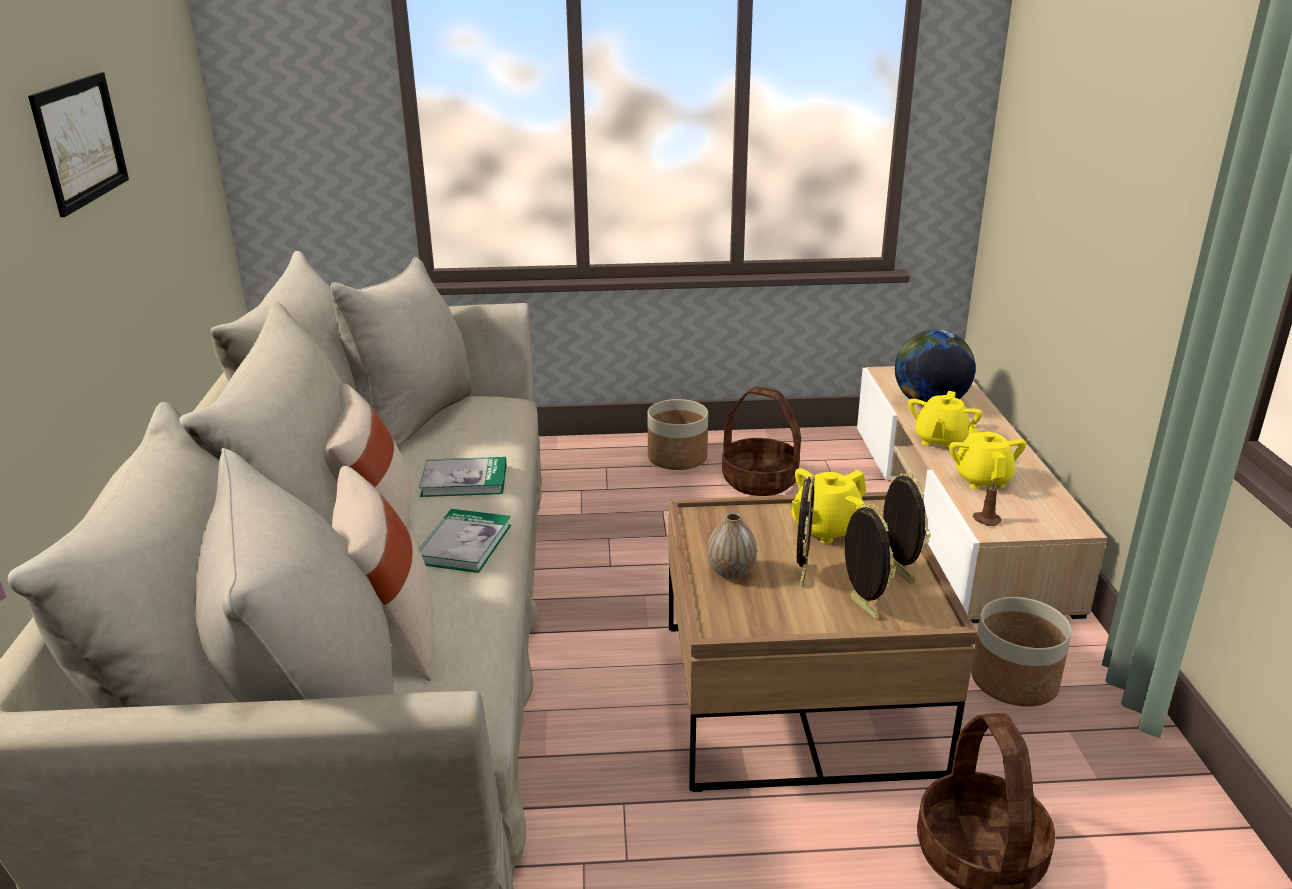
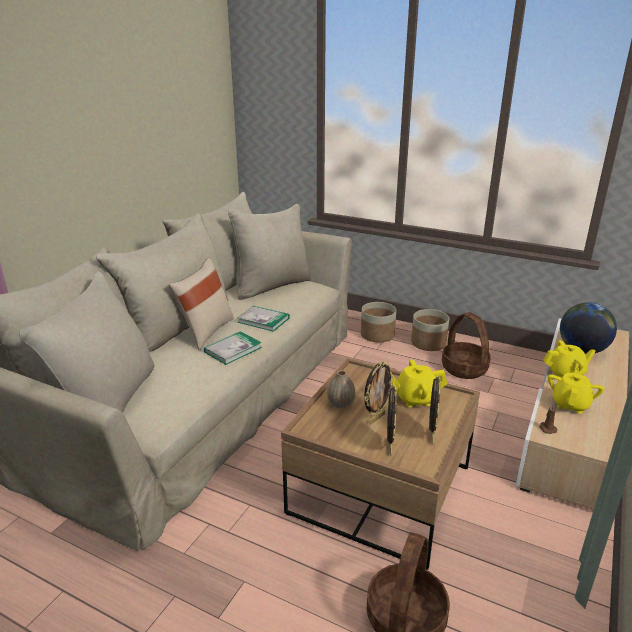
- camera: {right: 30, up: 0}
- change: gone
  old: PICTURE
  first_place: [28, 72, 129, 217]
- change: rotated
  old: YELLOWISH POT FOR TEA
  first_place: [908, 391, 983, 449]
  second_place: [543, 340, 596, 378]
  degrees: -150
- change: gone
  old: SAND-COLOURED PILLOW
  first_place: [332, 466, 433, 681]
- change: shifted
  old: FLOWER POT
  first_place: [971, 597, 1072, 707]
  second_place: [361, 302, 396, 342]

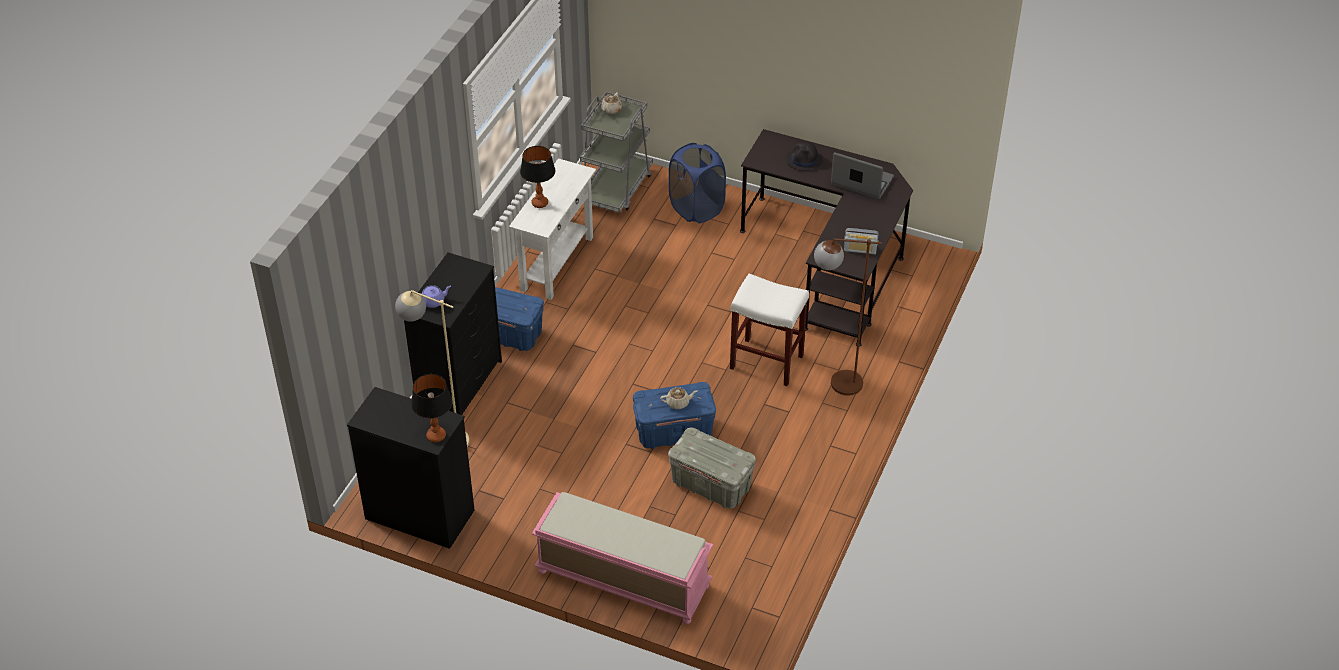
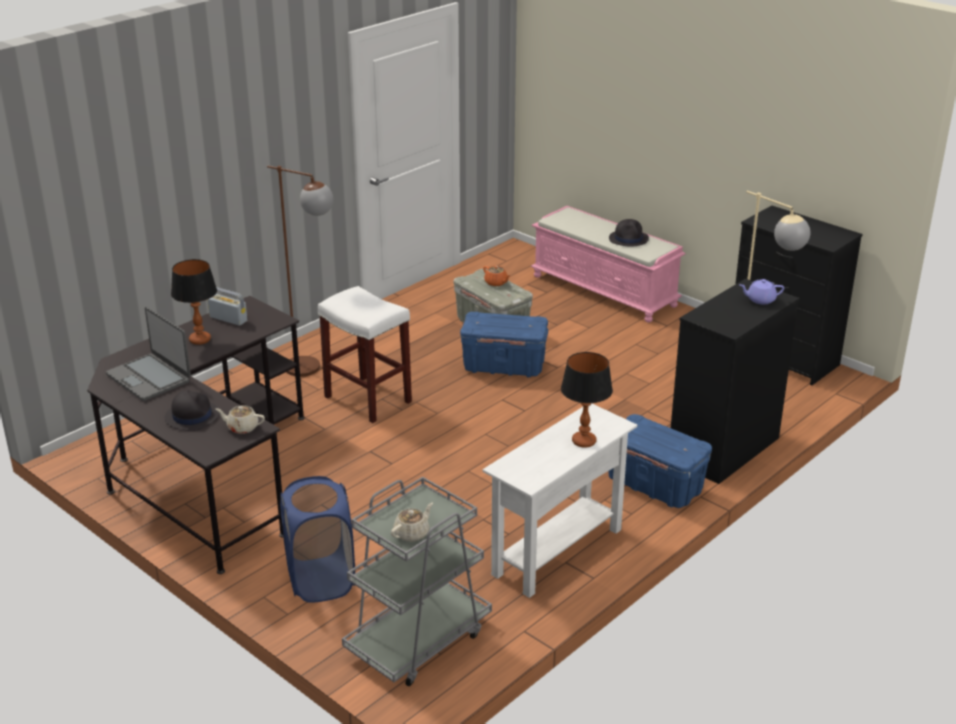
- camera: {right: -160, up: -15}
- change: shifted
  old: TABLETOP LAMP
  first_place: [411, 374, 453, 443]
  second_place: [171, 259, 217, 345]
- change: shifted
  old: SAND-COLOURED POT FOR TEA
  first_place: [660, 387, 697, 409]
  second_place: [216, 405, 265, 434]
- change: new
  new: BLACK-COLOURED CLOTHING HAT
  second_place: [609, 219, 649, 247]
- change: new
  new: ORANGE POT FOR TEA
  second_place: [483, 266, 510, 286]

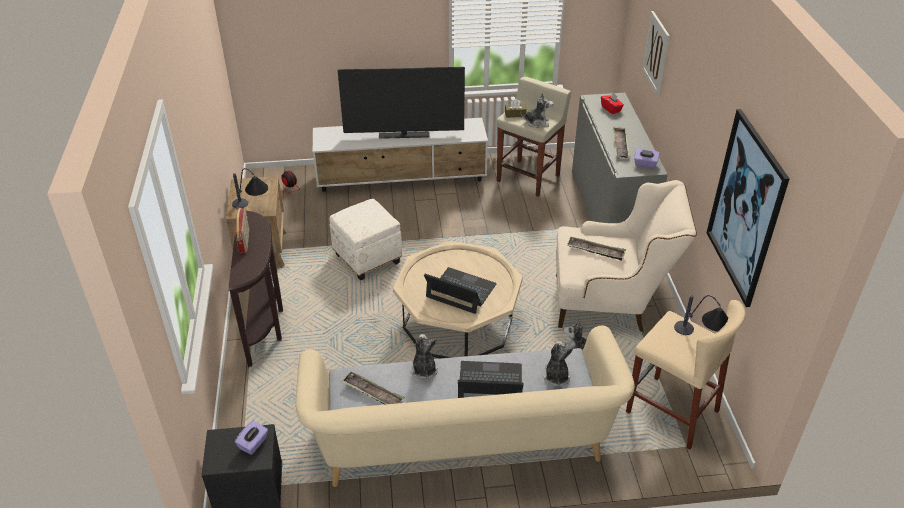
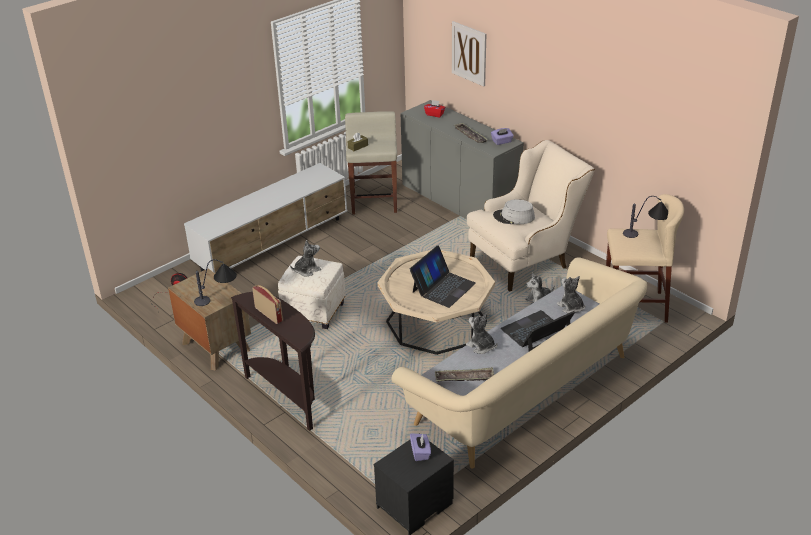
- camera: {right: -35, up: -5}
- change: gone
  old: TV SET
  first_place: [338, 67, 465, 139]
- change: shifted
  old: SOFT TOY
  first_place: [520, 93, 553, 128]
  second_place: [290, 240, 321, 277]
- change: gone
  old: PICTURE
  first_place: [707, 109, 789, 307]
- change: swapped
  old: SERVING TRAY
  new: GREY CLOTHING HAT
  first_place: [567, 236, 626, 261]
  second_place: [493, 199, 535, 224]
- change: rotated
  old: PORTABLE COMPUTER
  first_place: [424, 267, 497, 314]
  second_place: [410, 245, 476, 308]
  degrees: 135

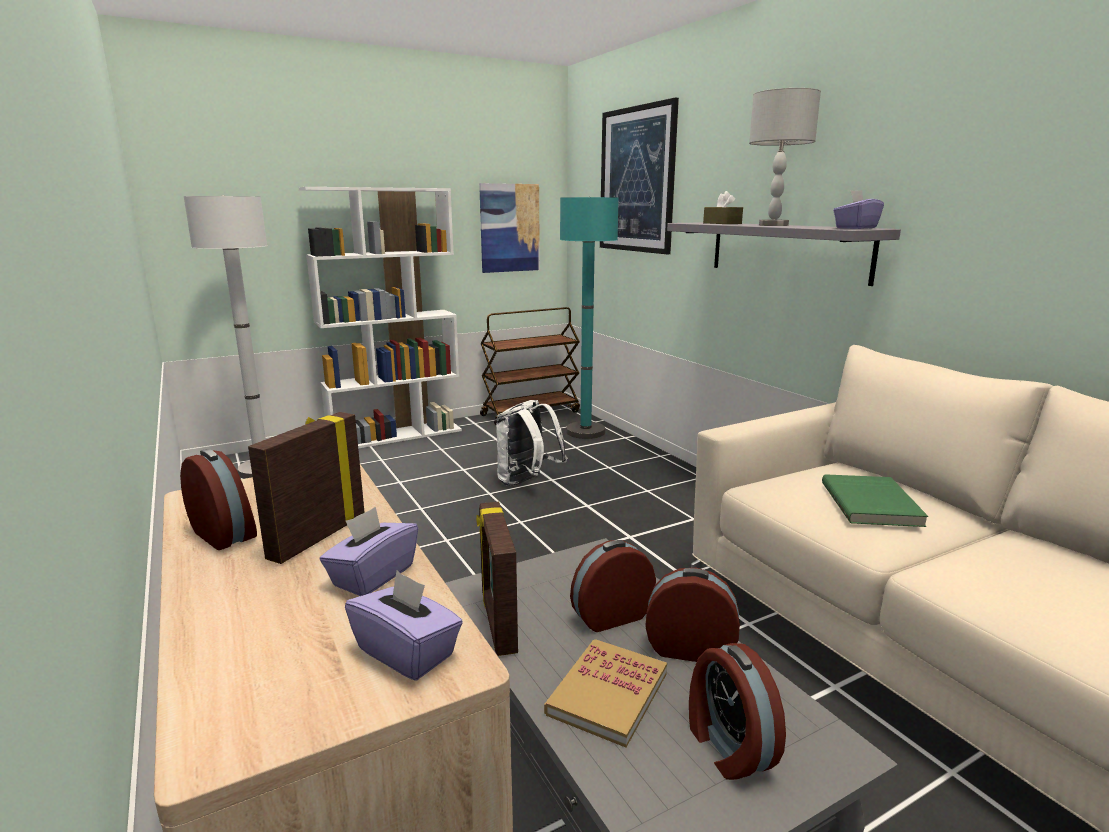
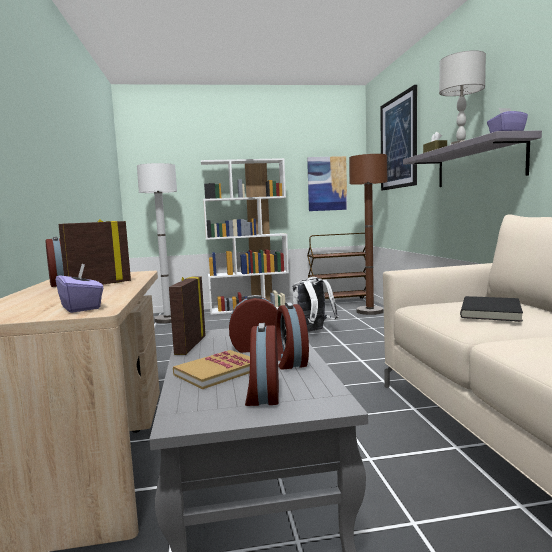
- camera: {right: 20, up: -10}
- change: repainted
  old: TURQUOISE-COLOURED STANDING LAMP
  new: BROWN STANDING LAMP
  first_place: [560, 197, 619, 439]
  second_place: [349, 154, 387, 315]
- change: repainted
  old: GREEN-COLOURED BOUND BOOK
  new: BLACK-COLOURED BOUND BOOK
  first_place: [822, 474, 928, 527]
  second_place: [460, 296, 523, 322]
- change: gone
  old: PURPLISH TISSUE HOLDER
  first_place: [319, 507, 418, 596]
- change: rotated
  old: ALARM CLOCK
  first_place: [645, 568, 740, 662]
  second_place: [275, 302, 309, 370]
  degrees: -135

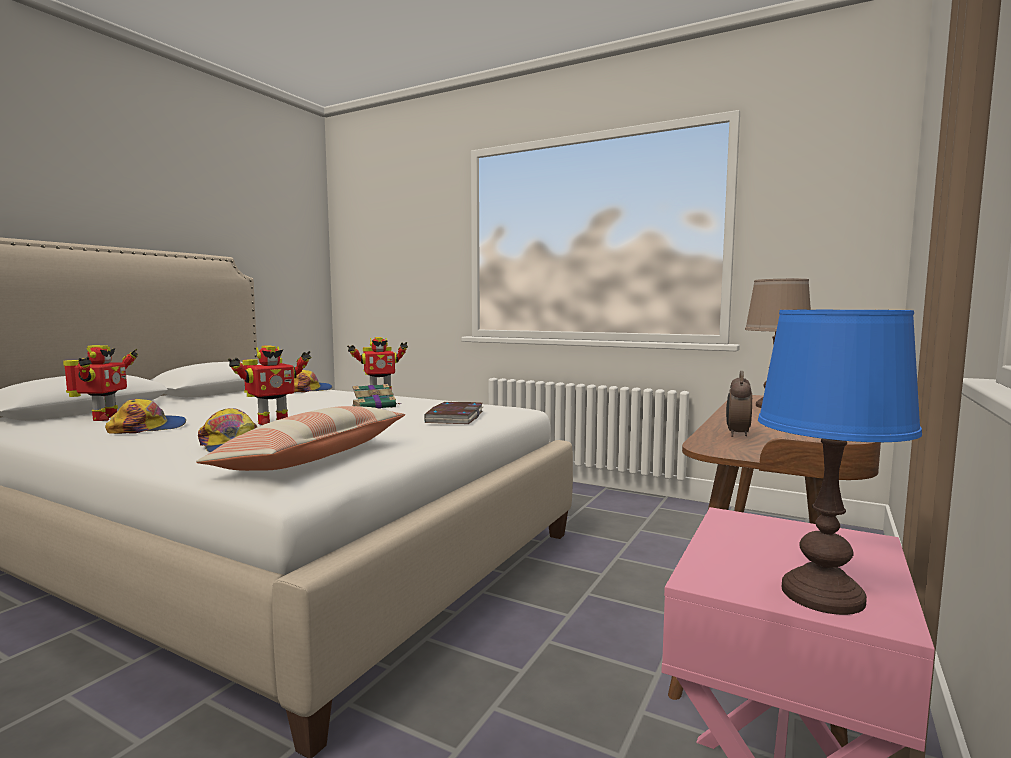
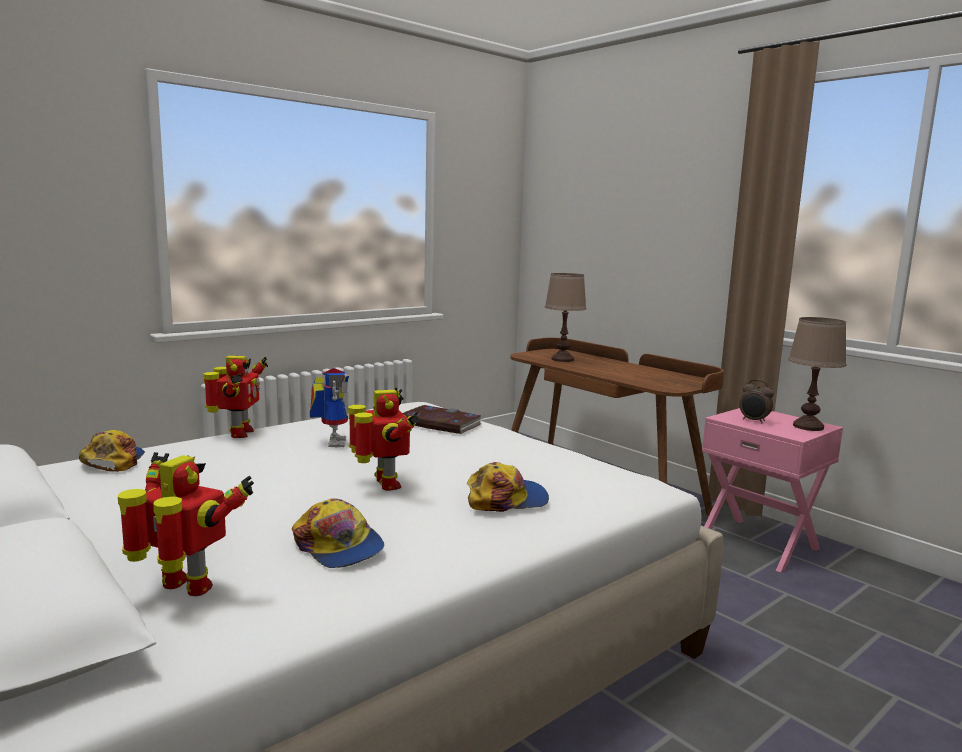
- camera: {right: -70, up: 5}
- change: repainted
  old: BLUISH TABLETOP LAMP
  new: BROWN TABLETOP LAMP
  first_place: [758, 310, 922, 615]
  second_place: [788, 317, 846, 431]
- change: shifted
  old: ALARM CLOCK
  first_place: [726, 371, 752, 437]
  second_place: [739, 379, 774, 424]
- change: swapped
  old: BOUND BOOK
  new: ROBOT FIGURE
  first_place: [352, 384, 399, 409]
  second_place: [310, 368, 349, 448]
- change: rotated
  old: PEAKED CAP
  first_place: [105, 399, 186, 434]
  second_place: [292, 498, 384, 568]
  degrees: 150
- change: gone
  old: PILLOW
  first_place: [196, 406, 405, 471]

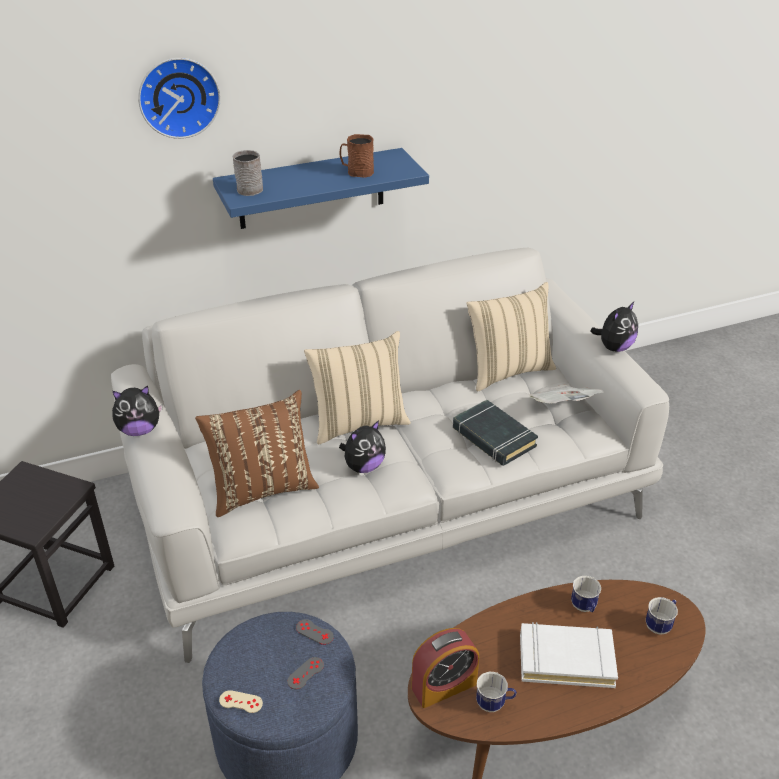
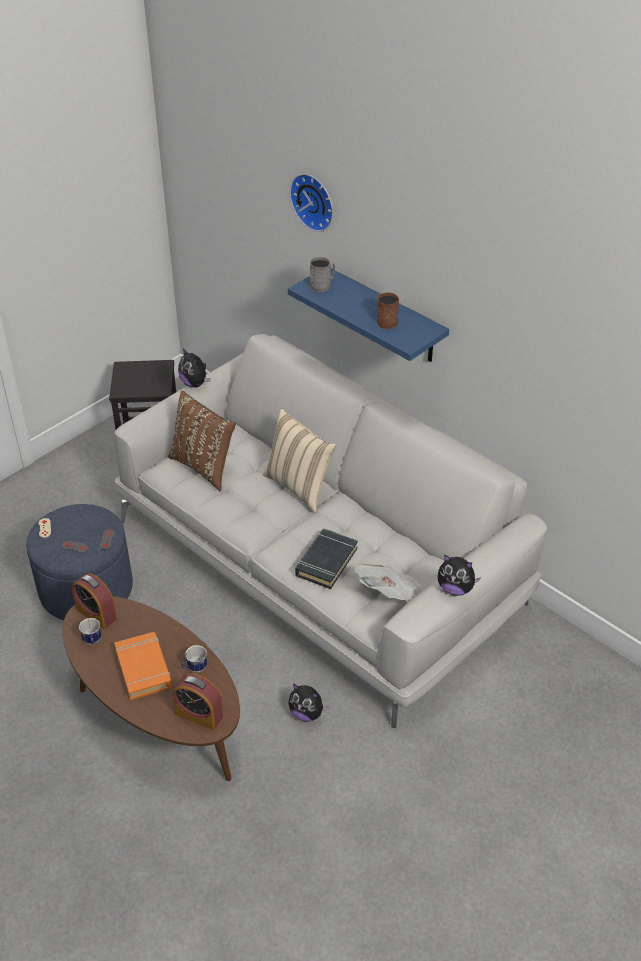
- camera: {right: 65, up: 5}
- change: gone
  old: SAND-COLOURED PILLOW
  first_place: [466, 282, 556, 392]
- change: shifted
  old: SOFT TOY
  first_place: [339, 420, 386, 473]
  second_place: [288, 684, 329, 721]
- change: swapped
  old: TEA MUG
  new: ALARM CLOCK
  first_place: [646, 597, 678, 635]
  second_place: [173, 673, 223, 730]
- change: repainted
  old: WHITE BOUND BOOK
  new: ORANGE BOUND BOOK
  first_place: [520, 622, 618, 688]
  second_place: [114, 632, 172, 700]

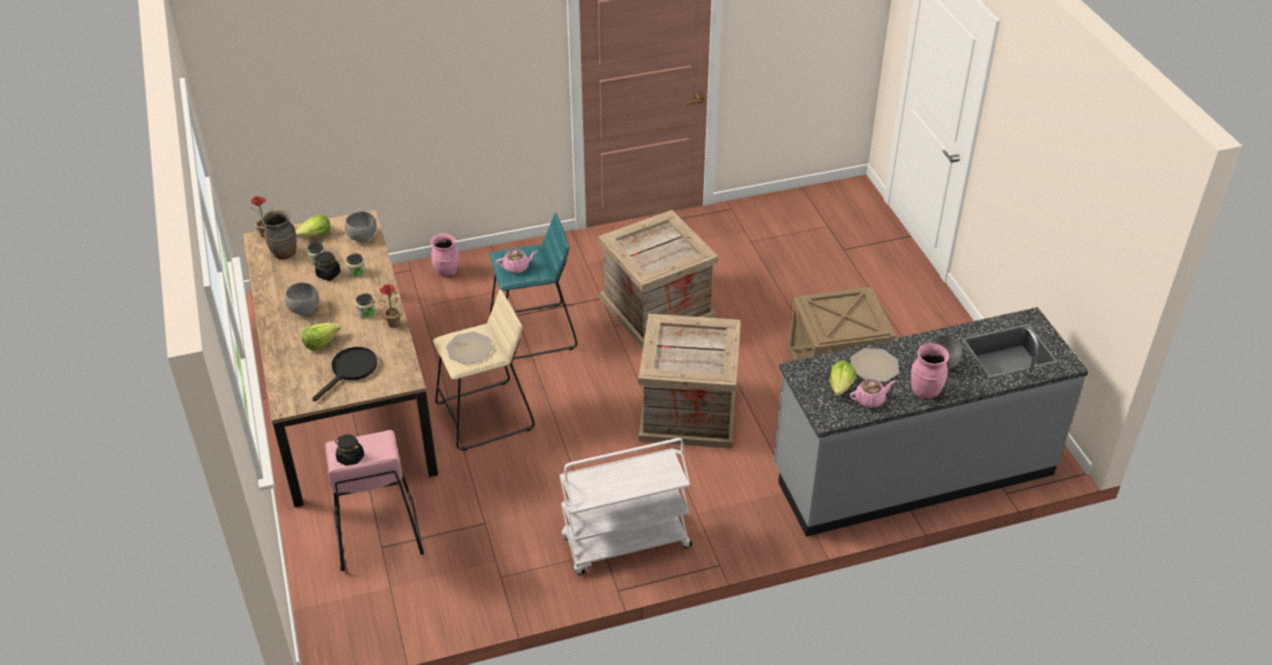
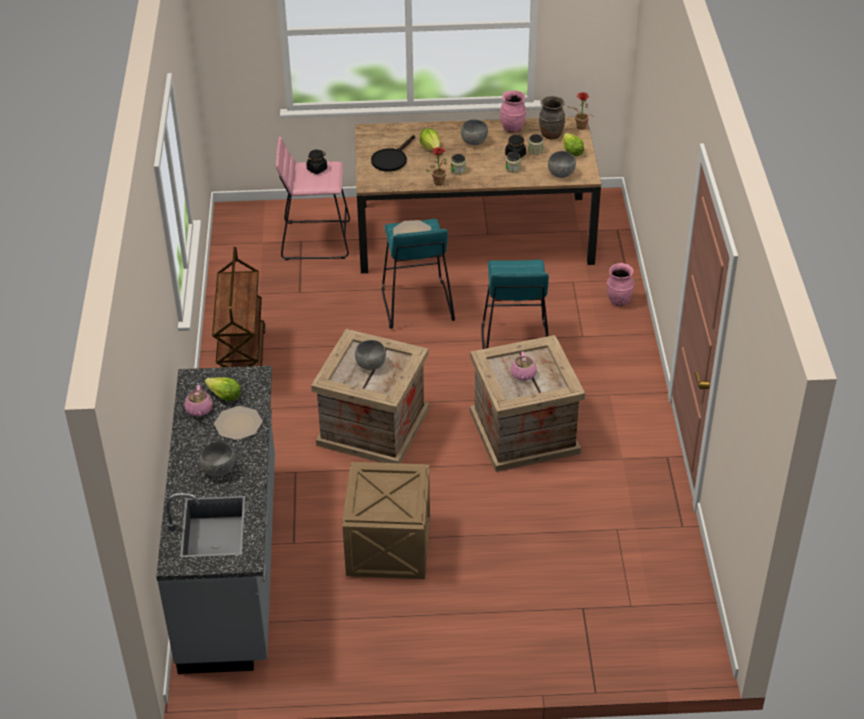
- camera: {right: 105, up: 0}
- change: shifted
  old: PINKISH POT FOR TEA
  first_place: [496, 249, 537, 273]
  second_place: [511, 351, 537, 381]
- change: repainted
  old: SAND-COLOURED STOOL SEAT
  new: TURQUOISE-COLOURED STOOL SEAT
  first_place: [433, 289, 535, 451]
  second_place: [382, 219, 455, 328]
- change: shifted
  old: PINKISH DECORATIVE VASE
  first_place: [911, 343, 949, 400]
  second_place: [500, 90, 526, 133]
- change: rotated
  old: BLACK-COLOURED PAN
  first_place: [312, 347, 377, 401]
  second_place: [371, 135, 415, 172]
  degrees: 75
- change: repainted
  old: WHITE TROLLEY
  new: BROWN TROLLEY
  first_place: [559, 438, 692, 575]
  second_place: [212, 247, 266, 368]
- change: new
  new: GREY BOWL
  second_place: [355, 340, 386, 370]

